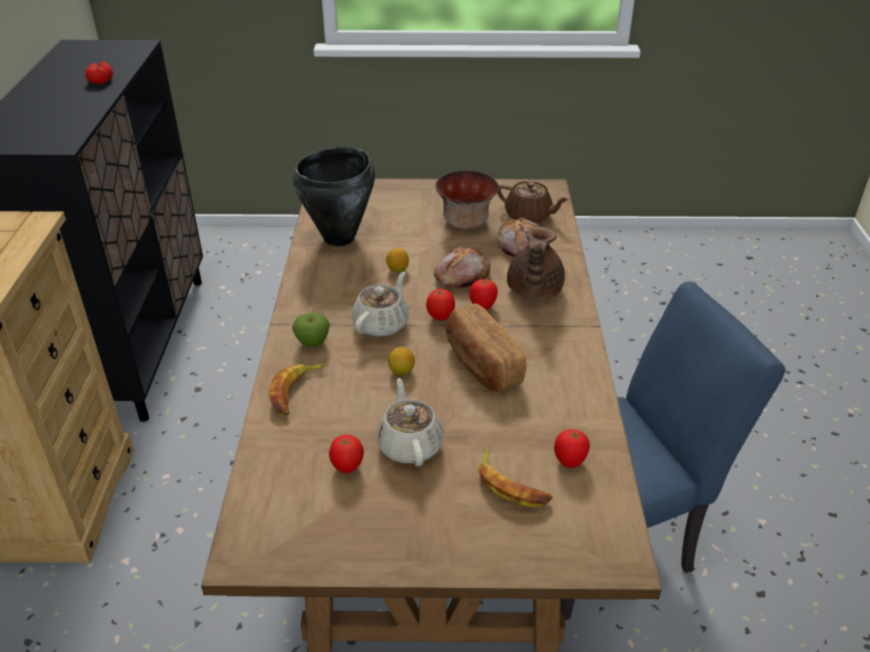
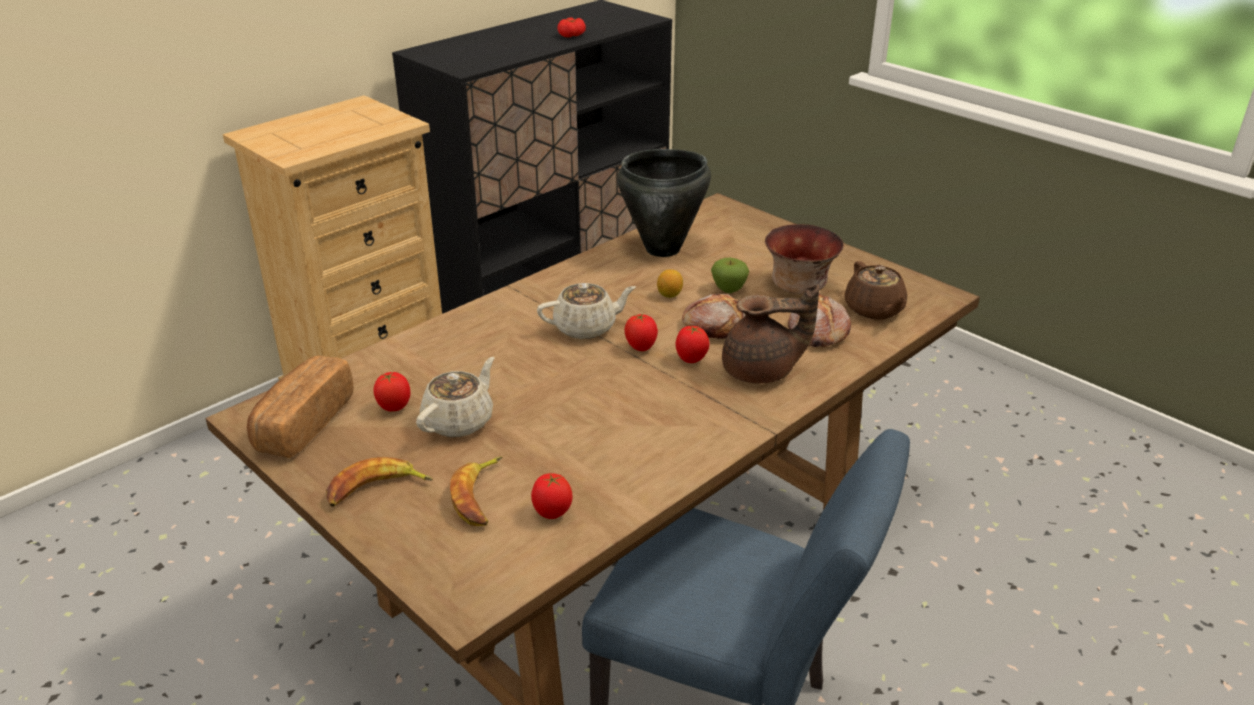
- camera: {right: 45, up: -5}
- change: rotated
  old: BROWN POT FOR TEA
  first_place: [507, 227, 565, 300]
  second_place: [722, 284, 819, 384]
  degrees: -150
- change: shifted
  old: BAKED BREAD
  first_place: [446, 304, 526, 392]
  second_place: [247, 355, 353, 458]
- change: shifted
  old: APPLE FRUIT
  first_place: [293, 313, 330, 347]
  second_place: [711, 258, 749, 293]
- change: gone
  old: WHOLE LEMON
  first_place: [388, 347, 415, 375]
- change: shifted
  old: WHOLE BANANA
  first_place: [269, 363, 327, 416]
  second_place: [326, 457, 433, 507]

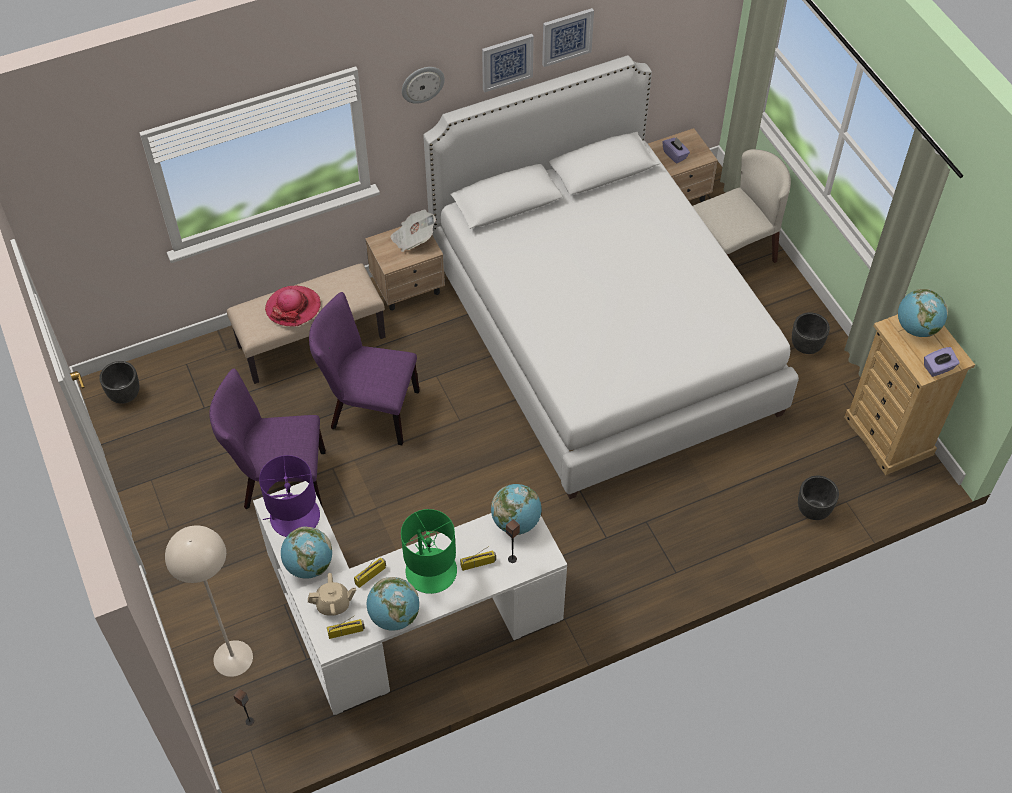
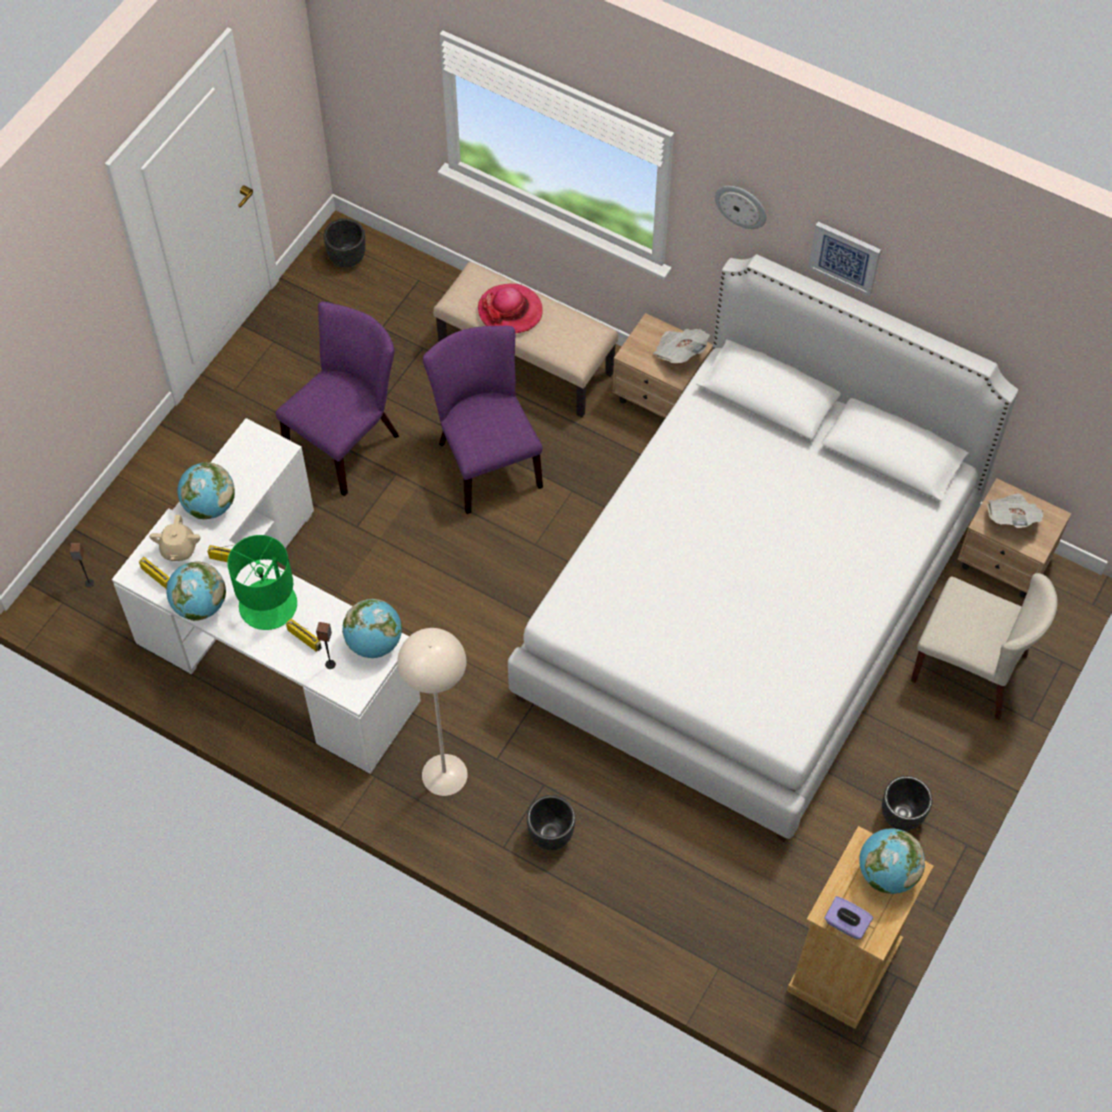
- camera: {right: 55, up: 5}
- change: gone
  old: PICTURE
  first_place: [542, 8, 594, 67]
- change: swapped
  old: PURPLISH TISSUE HOLDER
  new: NEWSPAPER
  first_place: [662, 137, 690, 163]
  second_place: [987, 493, 1044, 528]
- change: rotated
  old: PURPLISH CHAIR
  first_place: [209, 369, 326, 509]
  second_place: [276, 301, 399, 496]
  degrees: 75
- change: gone
  old: PURPLISH TABLETOP LAMP
  first_place: [259, 455, 320, 537]
- change: shifted
  old: BLACK-COLOURED FLOWER POT
  first_place: [798, 476, 839, 520]
  second_place: [527, 795, 575, 850]
- change: shifted
  old: SAND-COLOURED STANDING LAMP
  first_place: [165, 525, 253, 677]
  second_place: [397, 628, 468, 796]
- change: rotated
  old: SAND-COLOURED POT FOR TEA
  first_place: [308, 573, 356, 616]
  second_place: [149, 515, 201, 561]
  degrees: 45

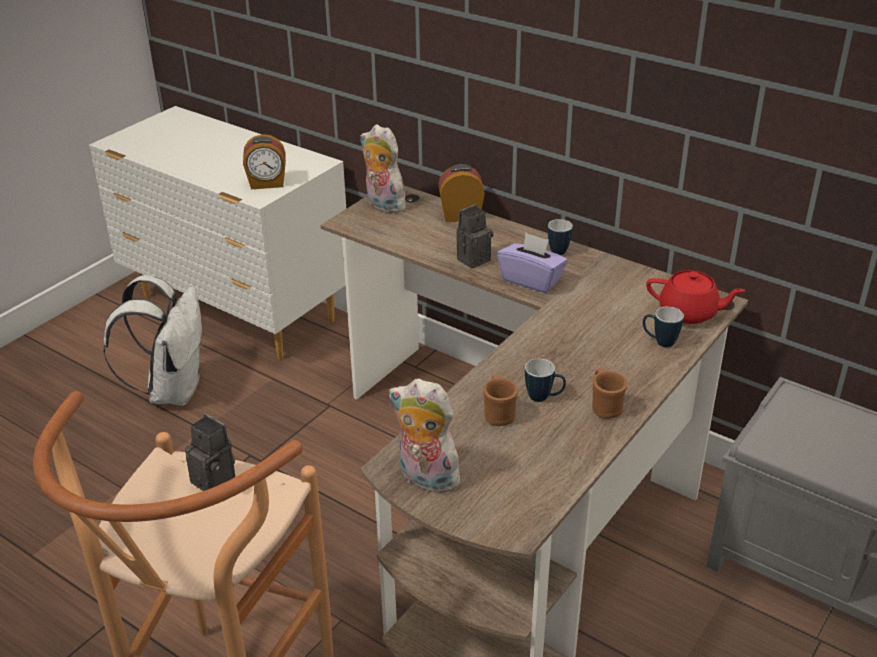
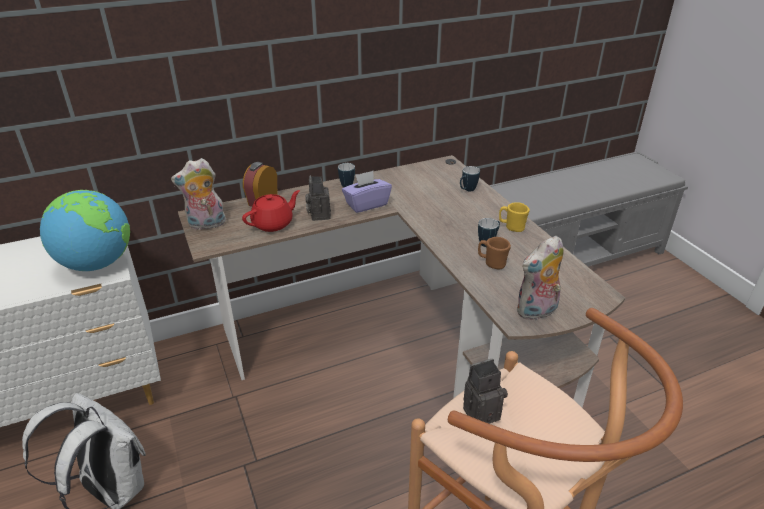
- camera: {right: -60, up: 0}
- change: swapped
  old: ALARM CLOCK
  new: GLOBE
  first_place: [243, 134, 286, 189]
  second_place: [40, 190, 130, 271]
- change: shifted
  old: RED POT FOR TEA
  first_place: [646, 270, 745, 324]
  second_place: [242, 190, 300, 232]
- change: repainted
  old: BROWN TEA MUG
  new: YELLOWISH TEA MUG
  first_place: [592, 368, 628, 419]
  second_place: [499, 202, 530, 232]

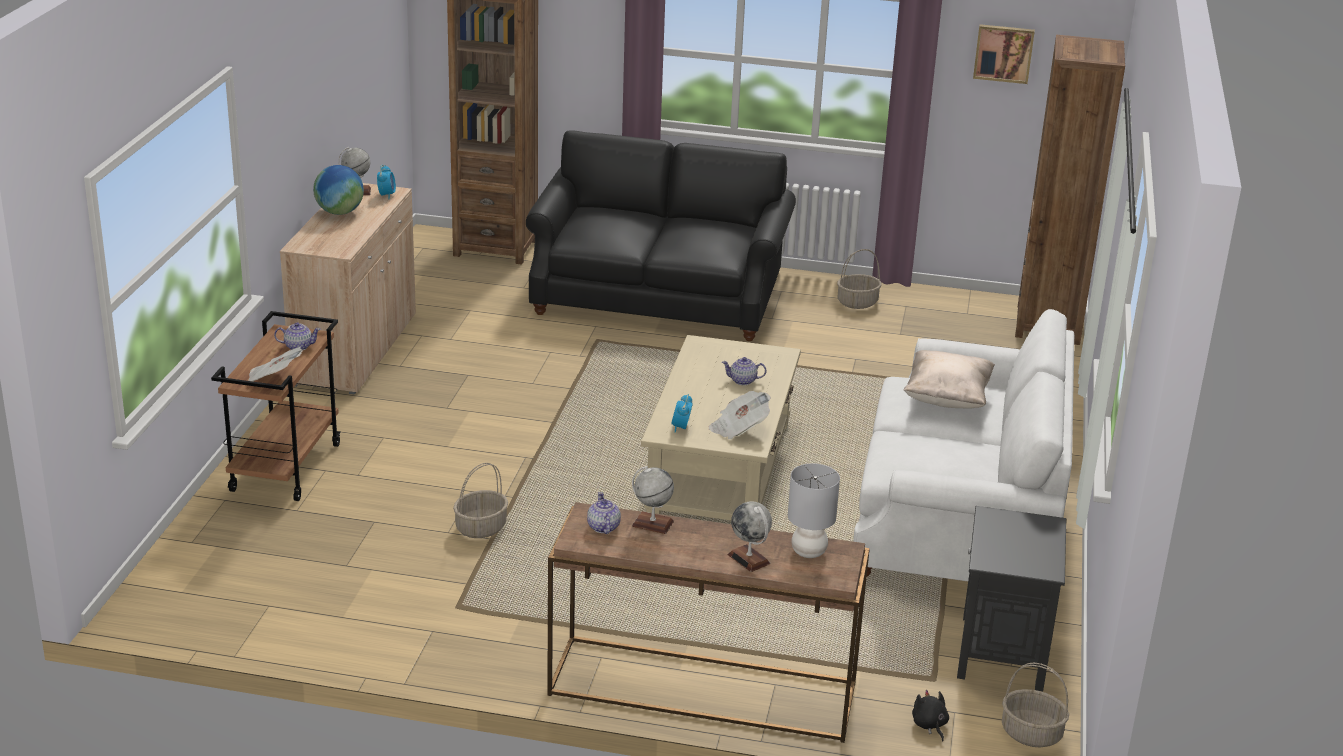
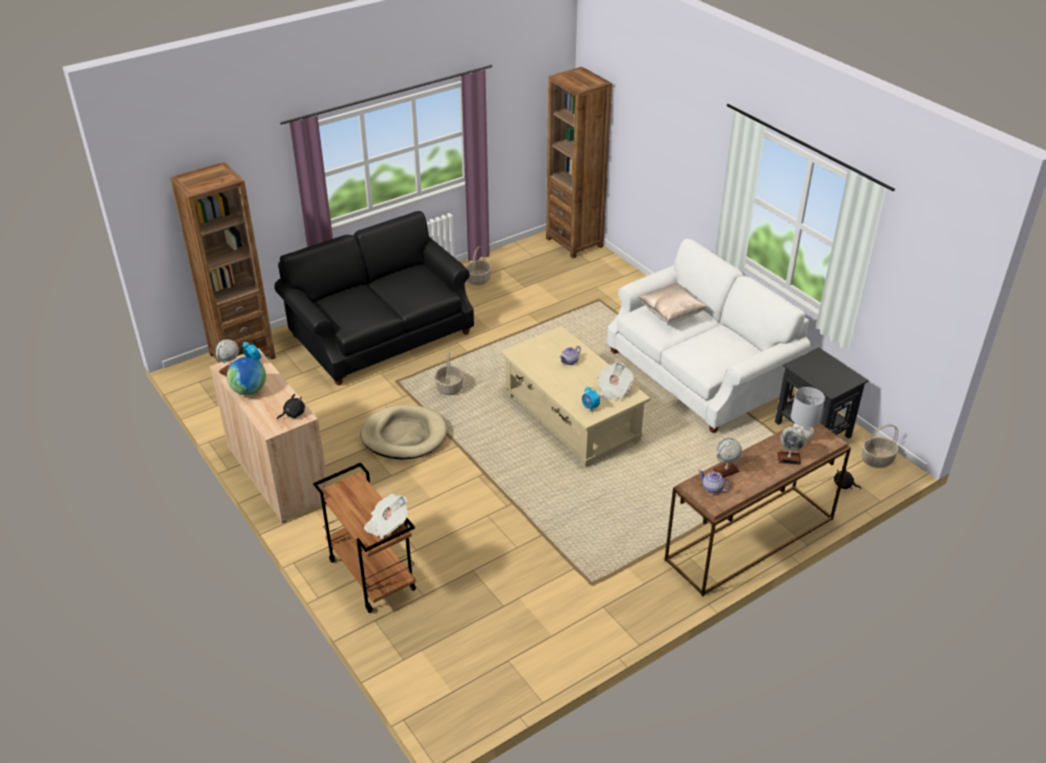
- camera: {right: -45, up: 10}
- change: gone
  old: PICTURE
  first_place: [973, 24, 1035, 84]
- change: gone
  old: POT FOR TEA
  first_place: [274, 322, 321, 350]
- change: shifted
  old: BASKET
  first_place: [453, 463, 508, 538]
  second_place: [435, 351, 464, 395]
- change: new
  new: BLACK-COLOURED SOFT TOY
  second_place: [277, 394, 305, 420]
- change: new
  new: SAND-COLOURED DOG CUSHION
  second_place: [360, 404, 447, 459]

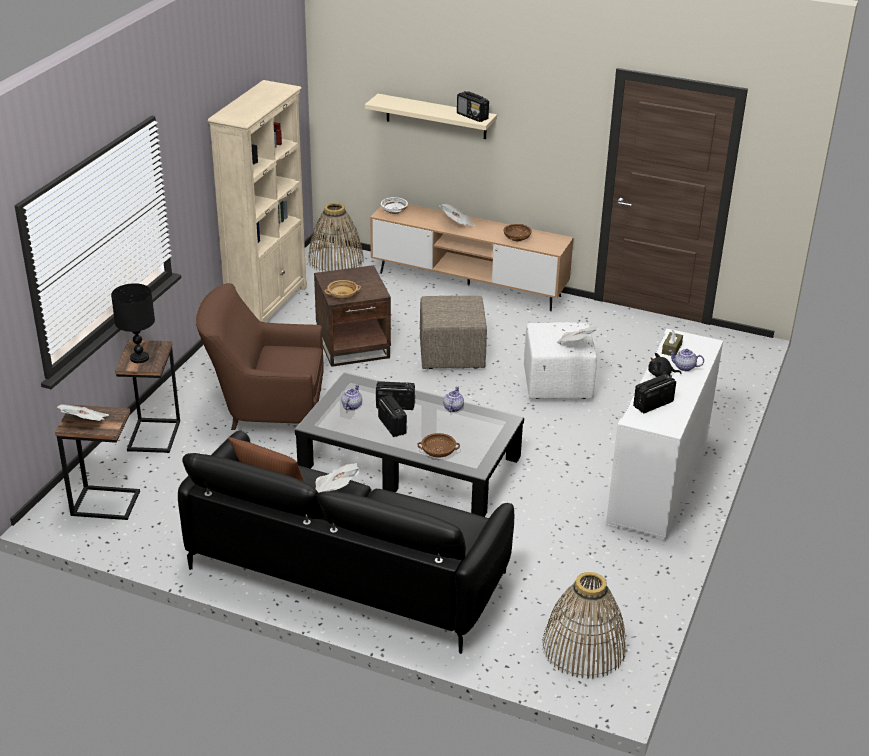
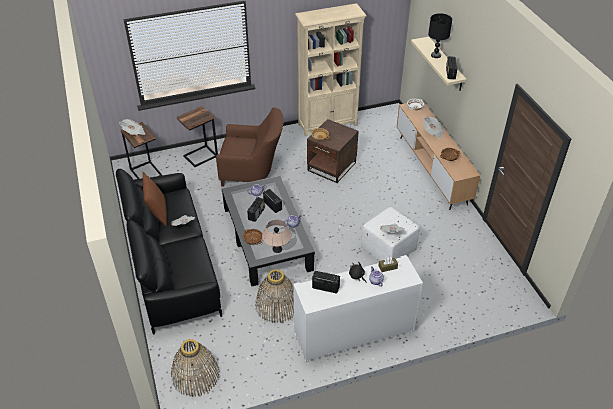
- camera: {right: 50, up: 10}
- change: shifted
  old: BASKET
  first_place: [308, 203, 364, 272]
  second_place: [255, 269, 294, 323]
- change: shifted
  old: BLACK-COLOURED TABLETOP LAMP
  first_place: [111, 283, 155, 363]
  second_place: [428, 13, 452, 58]
- change: rotated
  old: BROWN LOUNGE CHAIR
  first_place: [196, 283, 324, 430]
  second_place: [216, 107, 284, 187]
  degrees: 135
- change: gone
  old: SAND-COLOURED OTTOMAN
  first_place: [420, 296, 487, 369]
- change: new
  new: SAND-COLOURED TABLETOP LAMP
  second_place: [262, 220, 292, 253]

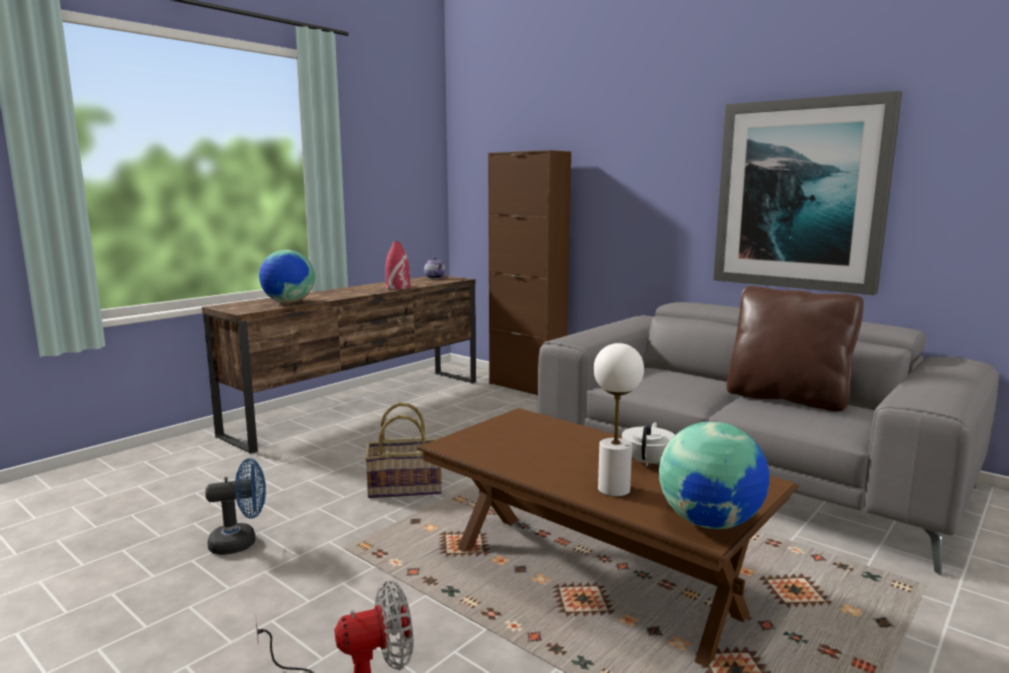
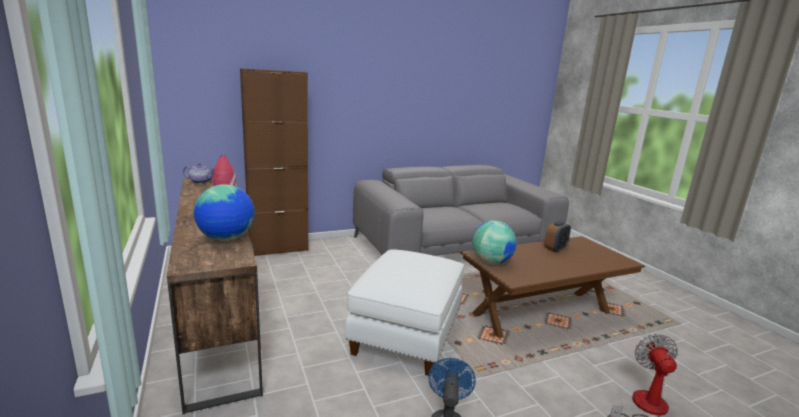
- camera: {right: -65, up: 5}
- change: gone
  old: PICTURE
  first_place: [713, 91, 902, 295]
- change: gone
  old: BROWN PILLOW
  first_place: [726, 286, 864, 411]
- change: gone
  old: WHITE TABLETOP LAMP
  first_place: [594, 343, 644, 497]
- change: swapped
  old: BASKET
  new: WHITE OTTOMAN
  first_place: [365, 403, 442, 498]
  second_place: [345, 249, 464, 376]
- change: shifted
  old: GLOBE
  first_place: [659, 421, 769, 529]
  second_place: [472, 220, 517, 264]
- change: swapped
  old: WHITE POT FOR TEA
  new: ALARM CLOCK
  first_place: [622, 422, 675, 467]
  second_place: [544, 221, 571, 253]

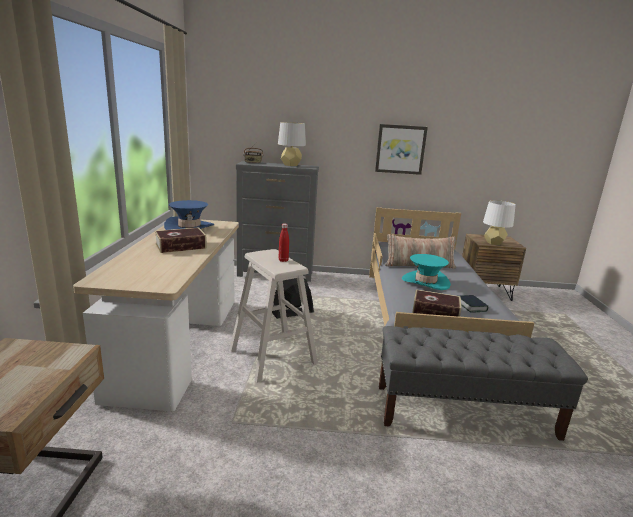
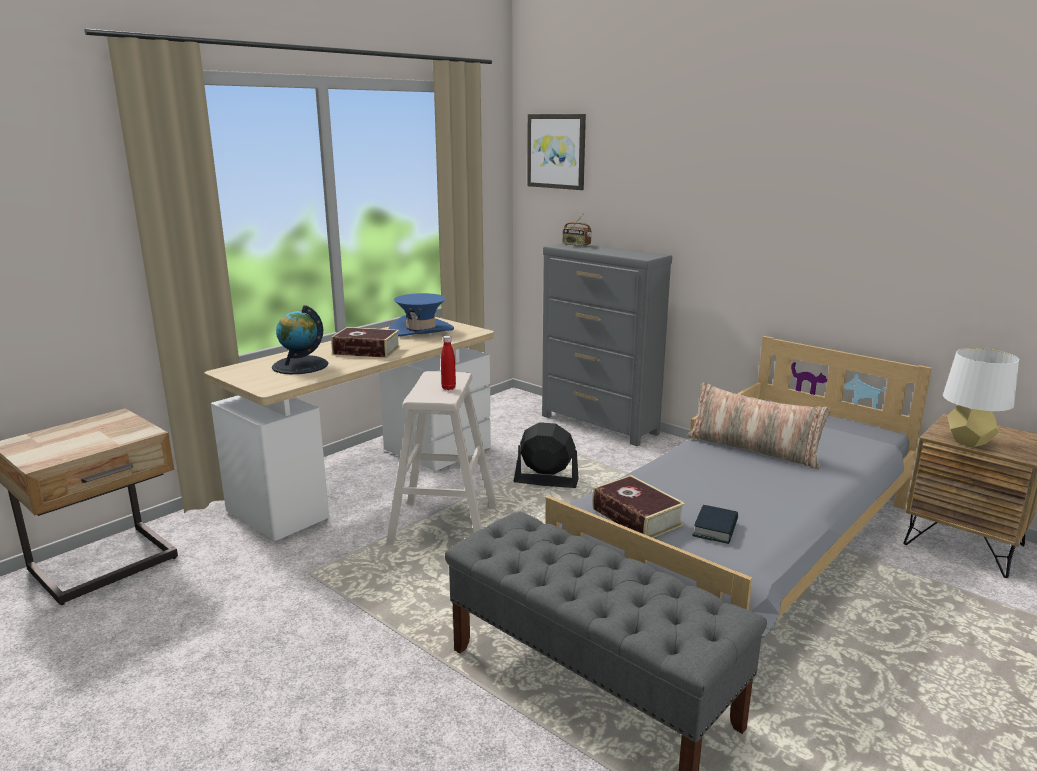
- camera: {right: 40, up: 0}
- change: gone
  old: GREY TABLETOP LAMP
  first_place: [278, 122, 306, 166]
- change: shifted
  old: PICTURE
  first_place: [375, 124, 428, 175]
  second_place: [527, 114, 586, 190]
- change: gone
  old: TURQUOISE-COLOURED CLOTHING HAT
  first_place: [402, 254, 451, 290]
- change: new
  new: GLOBE
  second_place: [272, 305, 328, 374]

